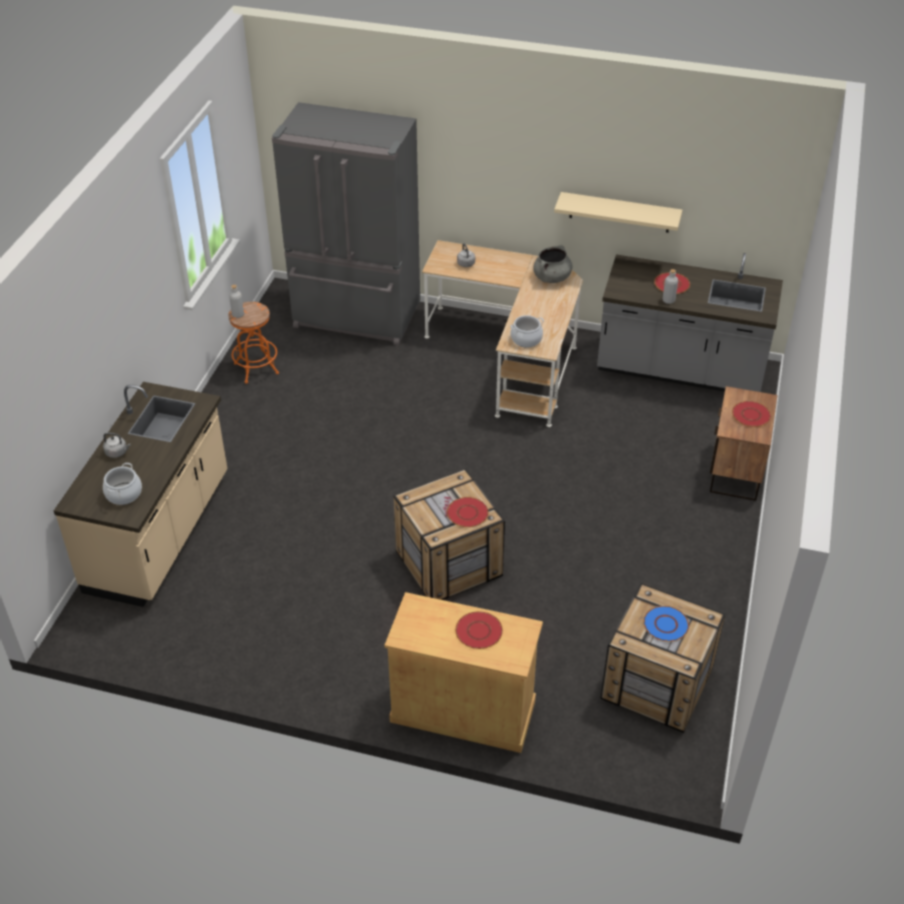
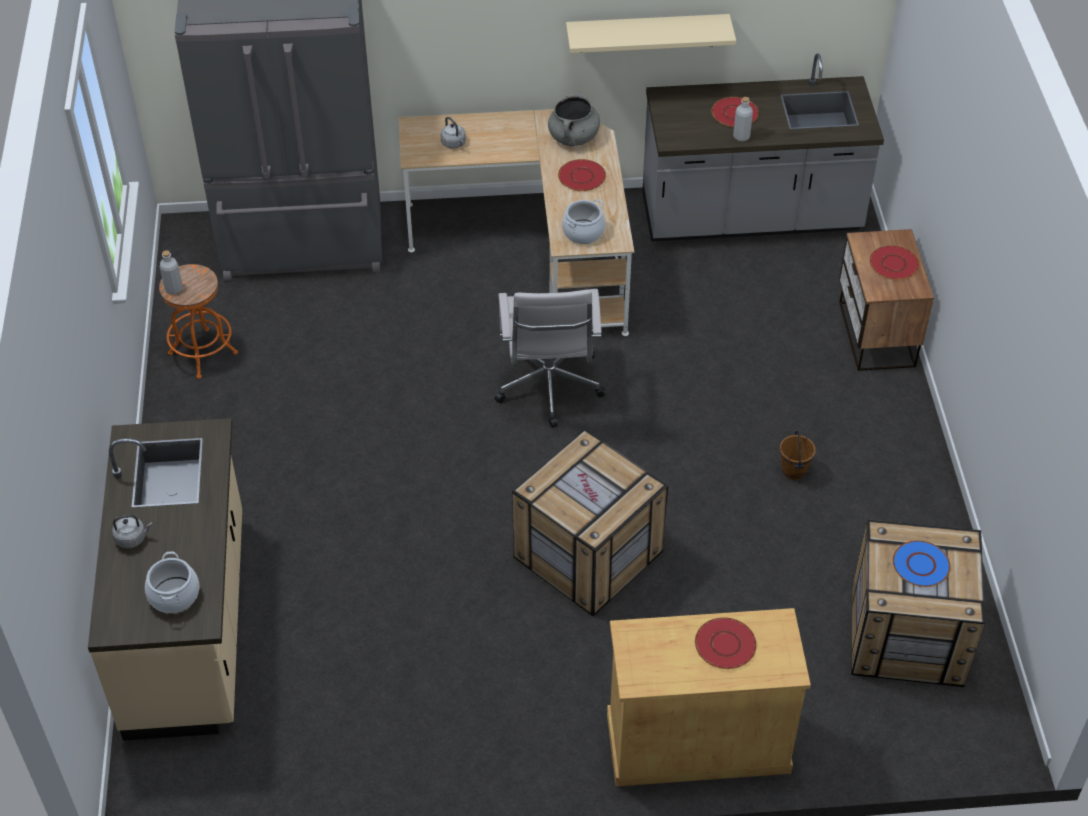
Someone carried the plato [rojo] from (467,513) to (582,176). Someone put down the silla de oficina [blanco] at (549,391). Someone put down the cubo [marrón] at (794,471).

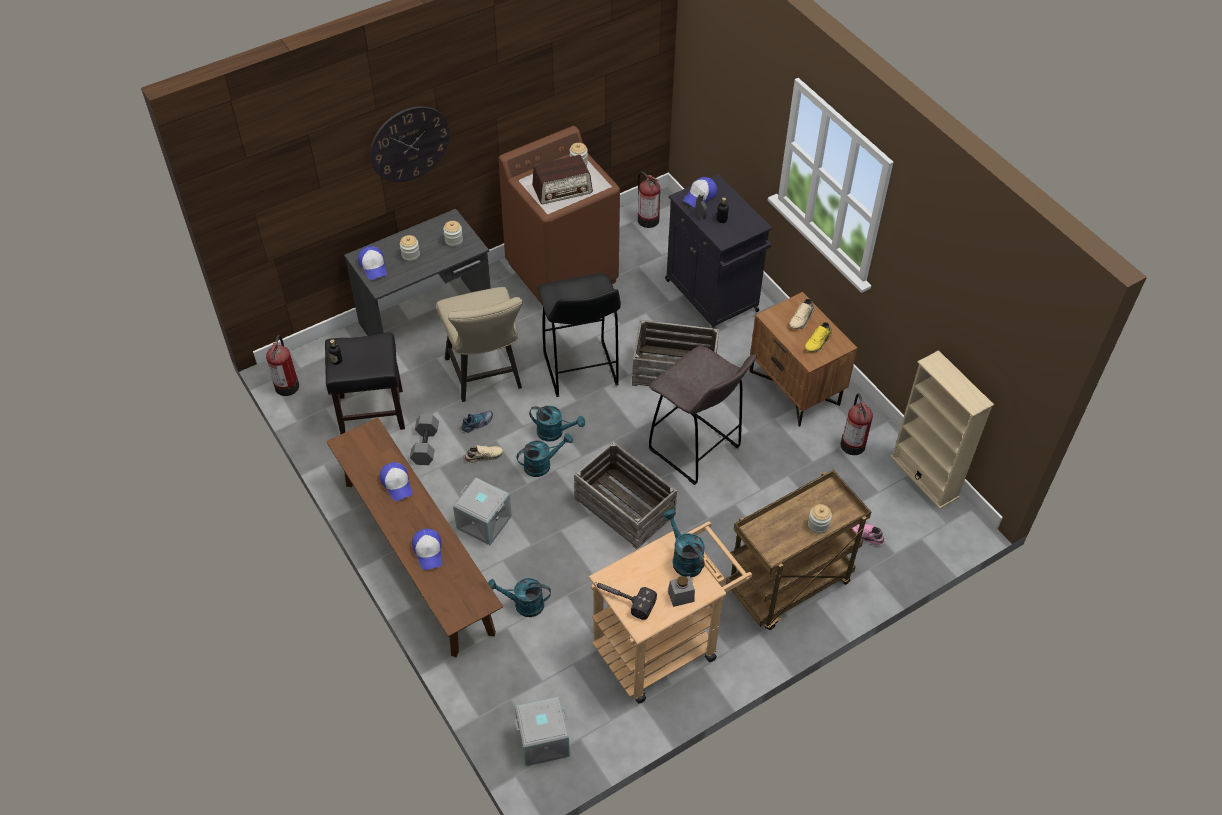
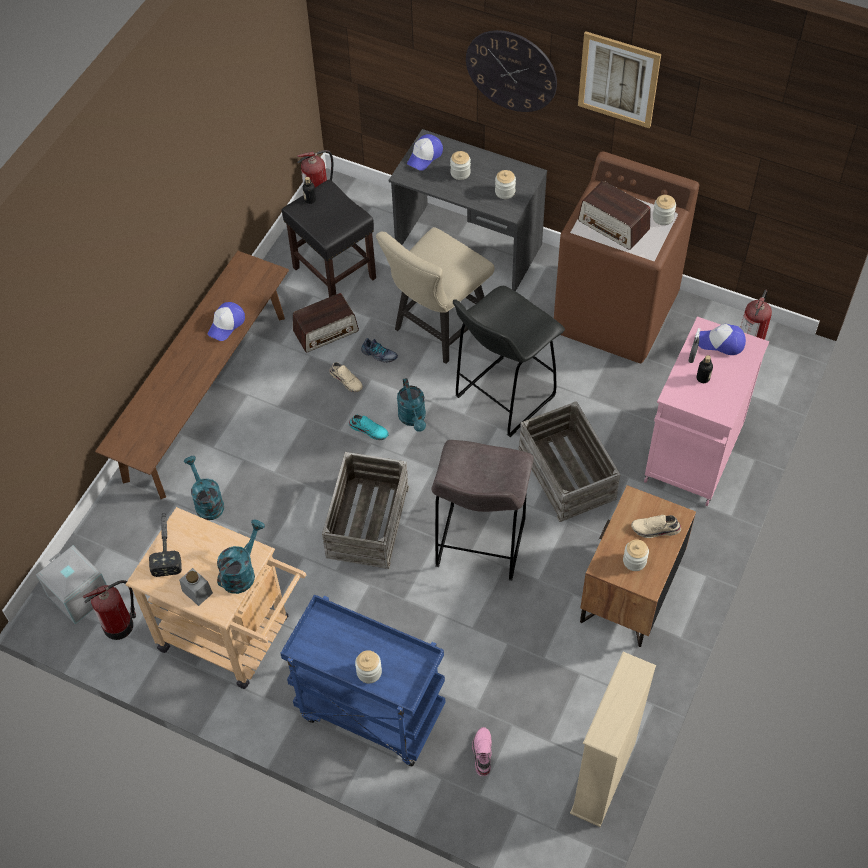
Someone repainted the armario [negro] at (713,297), which became the armario [rosa] at (692,455). Someone swapped the zapato [amarillo] at (818,342) for the tarro at (634,561). Someone carried the extintor from (852,443) to (120,624). Someone swapped the mancuerna [gris] at (424,445) for the radio at (326,331). Someone swapped the regadera [turquesa] at (542,464) for the zapato [turquesa] at (369,430). Someone repainted the carrito [marrón] at (788,587), which became the carrito [azul] at (369,713). Someone took away the caja de almacenaje [gris] at (483,523). Someone took away the gorra at (428,551). Someone put up the cuadro at (618,79).

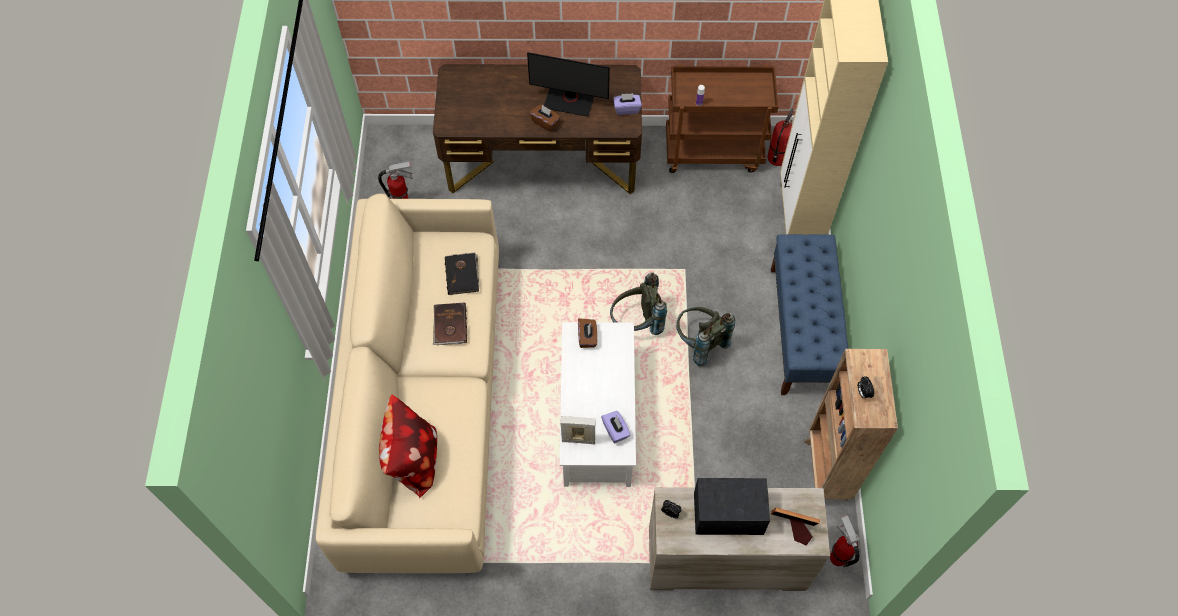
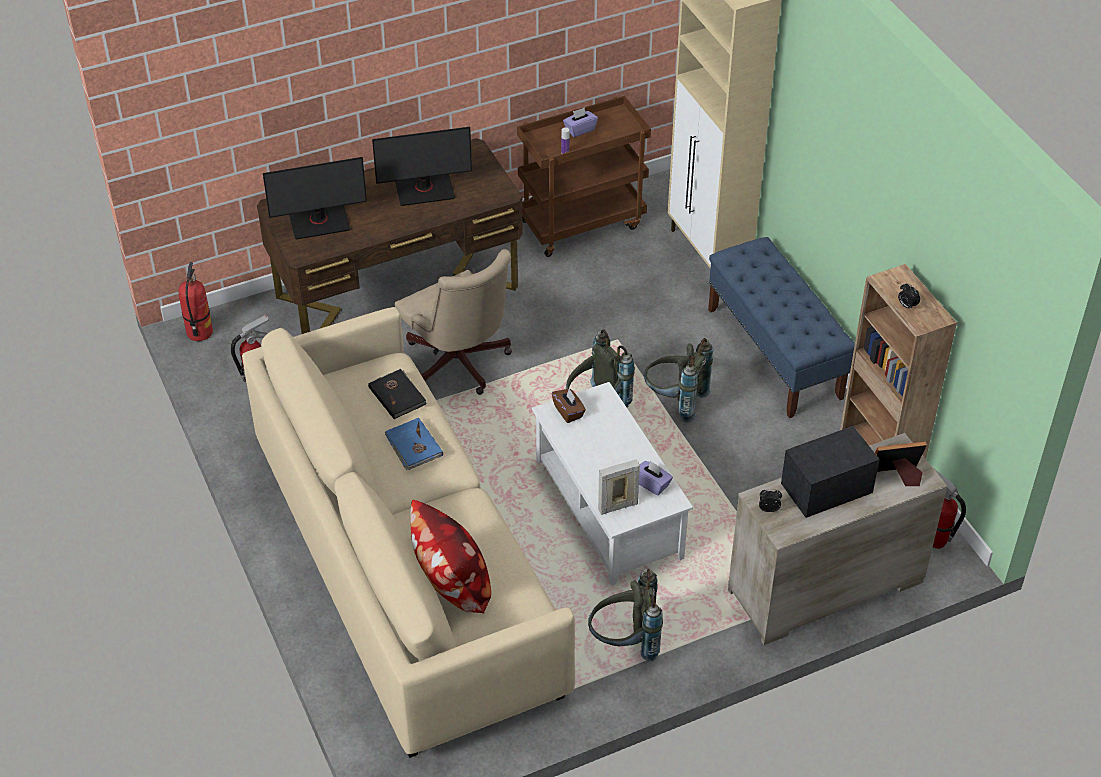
Someone carried the caja de pañuelos [morado] from (627,109) to (580,130). Someone took away the caja de pañuelos [marrón] at (545,122). Someone carried the extintor from (777,158) to (199,332). Someone repainted the libro [marrón] at (449,325), which became the libro [azul] at (413,446). Someone put down the monitor at (319,222). Someone put down the silla de oficina [beis] at (459,366). Someone put down the mochila [gris] at (625,642).

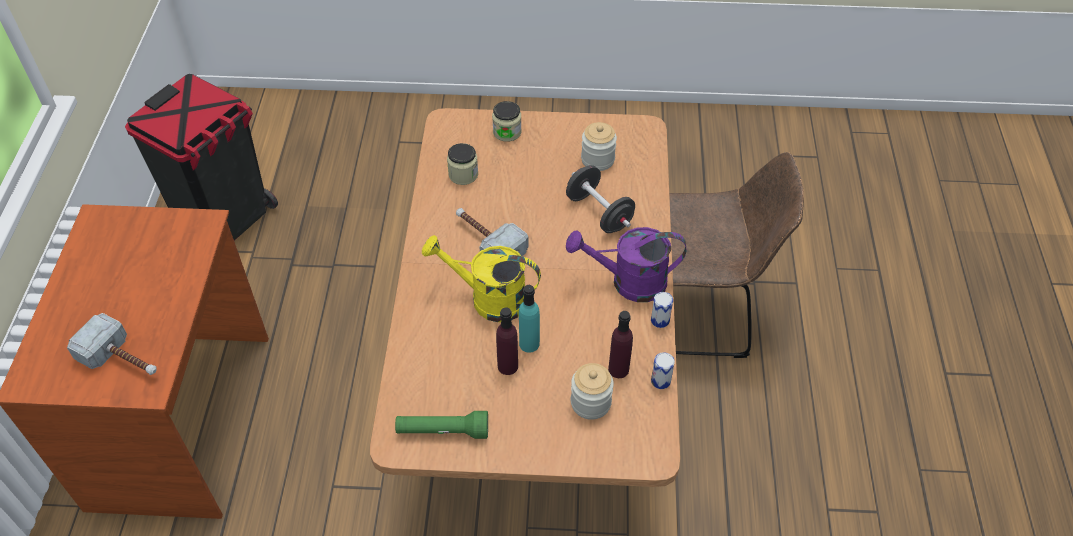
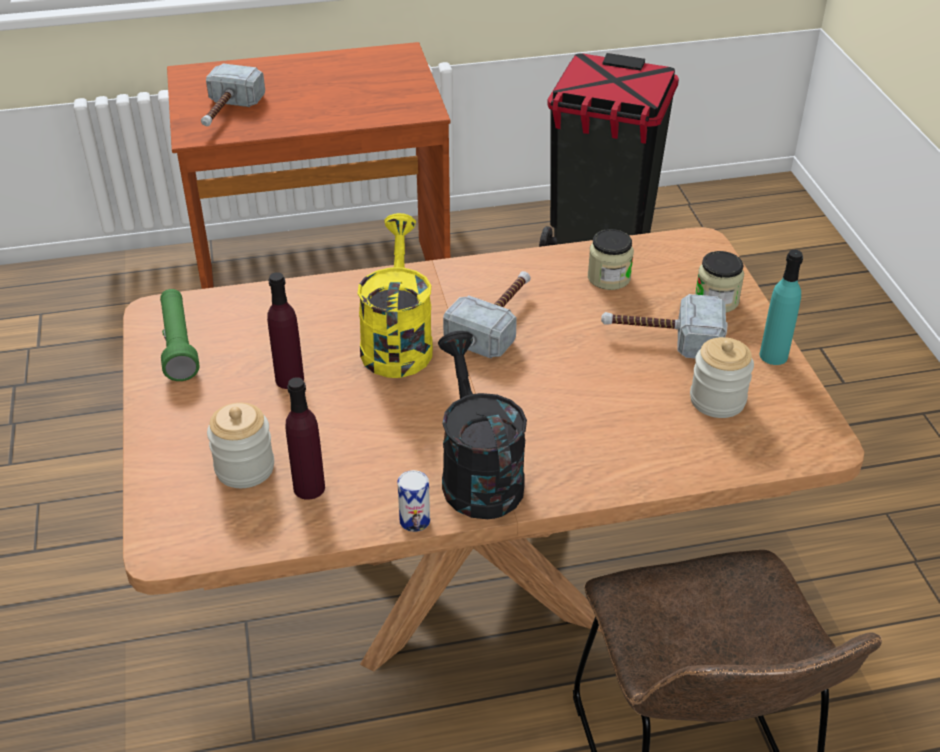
Someone took away the mancuerna [negro] at (599,213). Someone repainted the regadera [morado] at (628,282), which became the regadera [negro] at (477,474). Someone carried the botella [turquesa] from (529,344) to (773,356). Someone took away the lata at (660,381). Someone put down the martillo at (661,338).

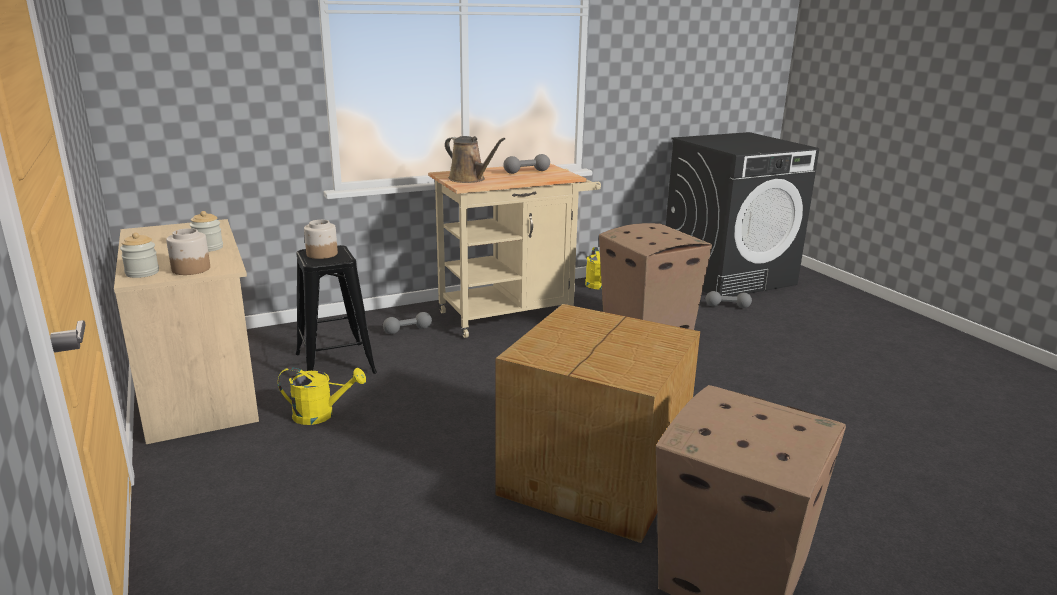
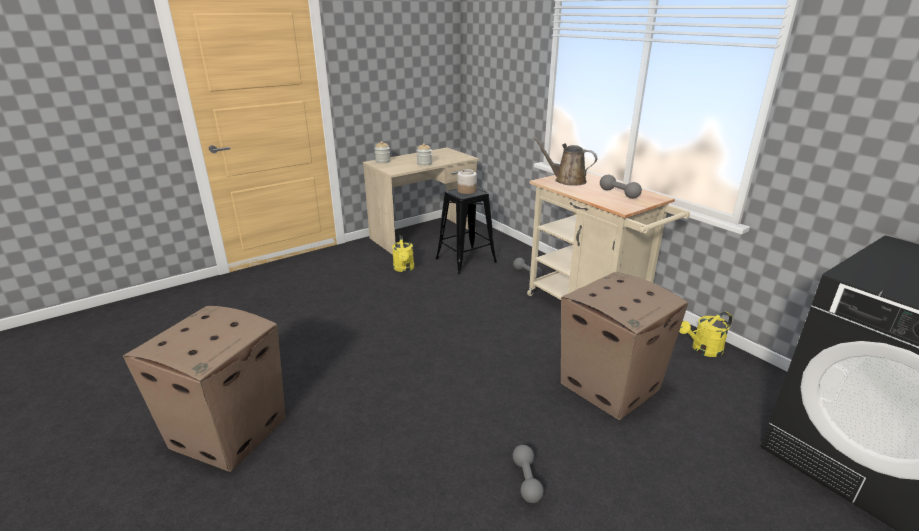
Someone rotated the regadera [marrón] at (469,179) by 90 degrees clockwise. Someone took away the tarro at (190,269). Someone carried the mancuerna [gris] from (727,306) to (526,480). Someone took away the caja de cartón at (597,475).

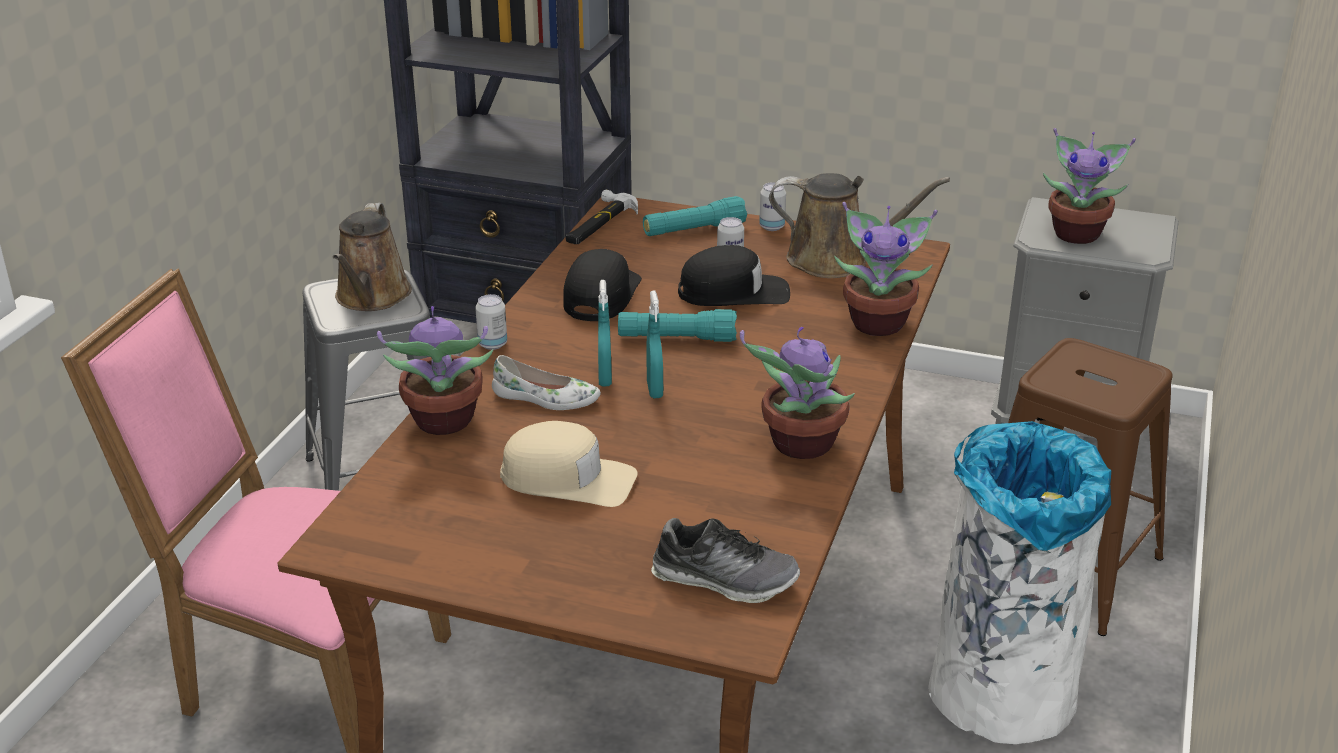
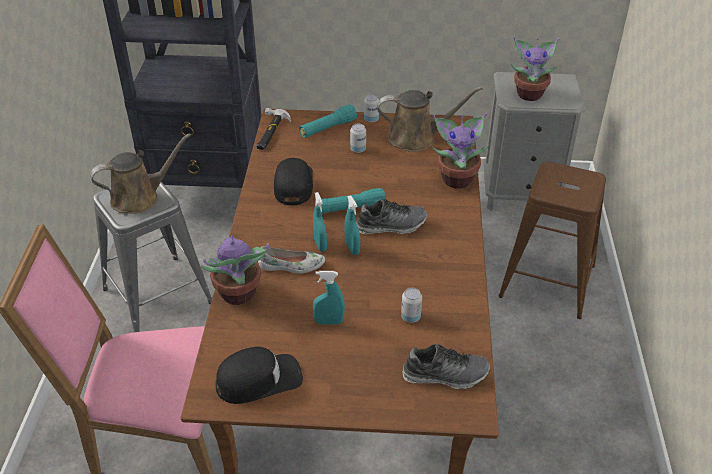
Someone rotated the regadera [marrón] at (371,297) by 105 degrees counterclockwise. Someone carried the gorra [negro] from (734,292) to (259,380). Someone carried the lata from (492,344) to (410,317). Someone took away the planta en maceta at (800,445). Someone swapped the gorra [beis] at (568,479) for the pulverizador [turquesa] at (329,322). Someone took away the papelera [blanco] at (1000,695). Someone put down the zapato at (391,225).

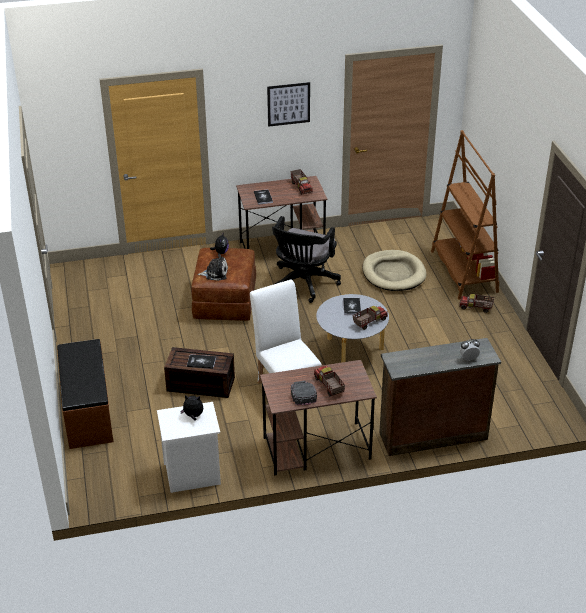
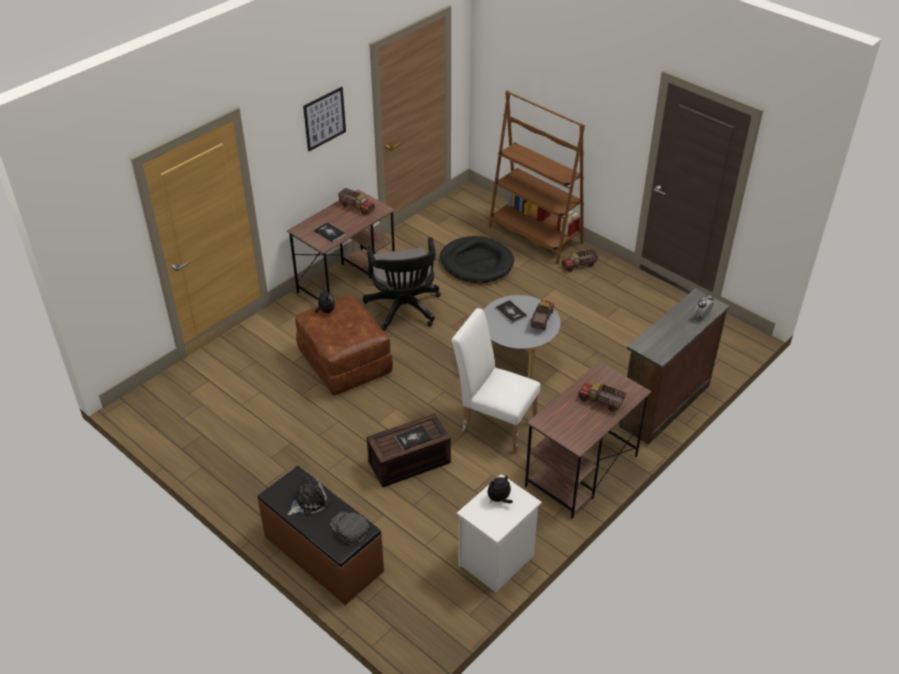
Someone repainted the cama para perro [beis] at (393,273), which became the cama para perro [negro] at (476,263). Someone carried the peluche from (215,273) to (308,501). Someone carried the gorra [negro] from (302,394) to (349,528).

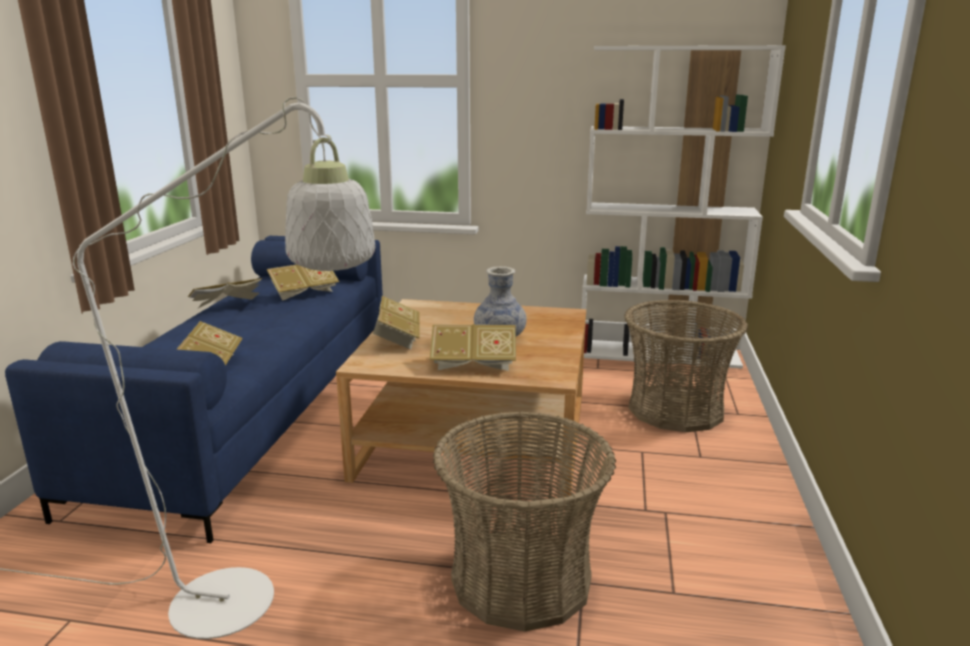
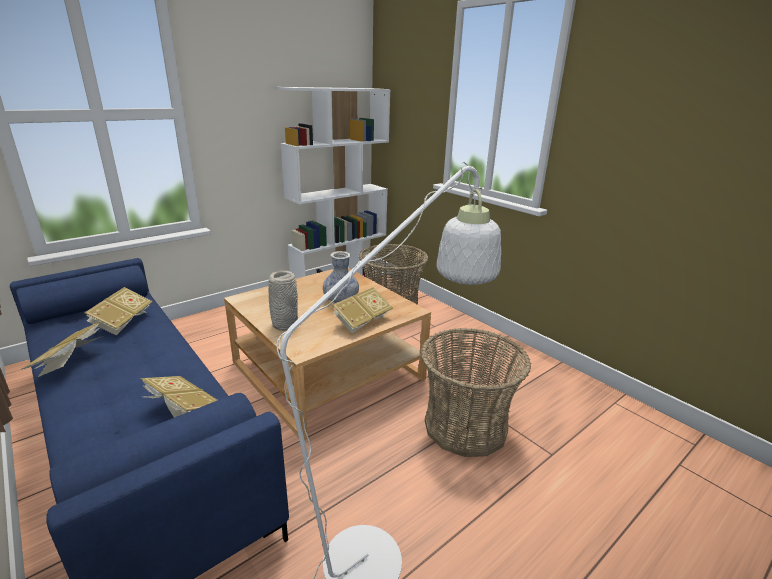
Someone swapped the libro at (398,338) for the florero [gris] at (284,325).

